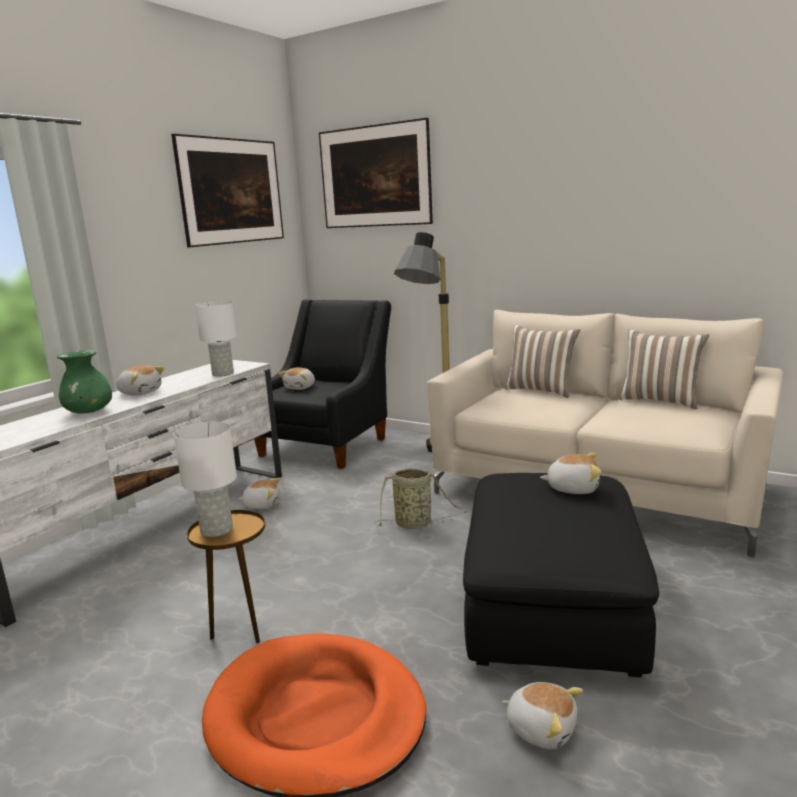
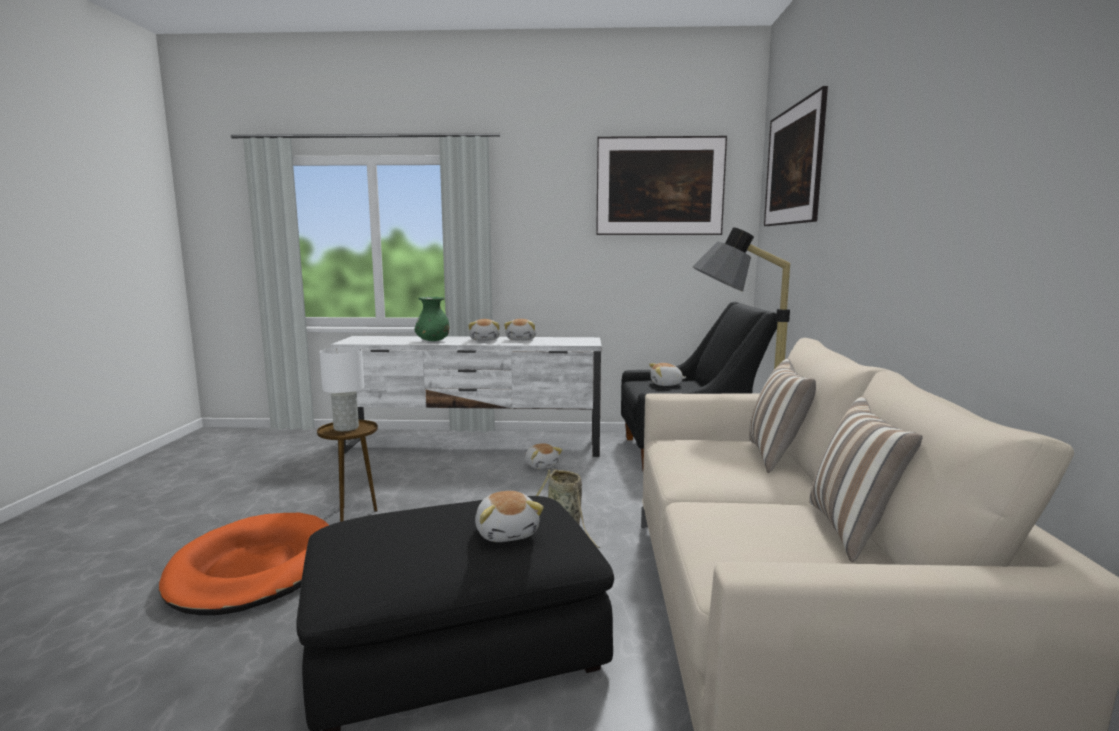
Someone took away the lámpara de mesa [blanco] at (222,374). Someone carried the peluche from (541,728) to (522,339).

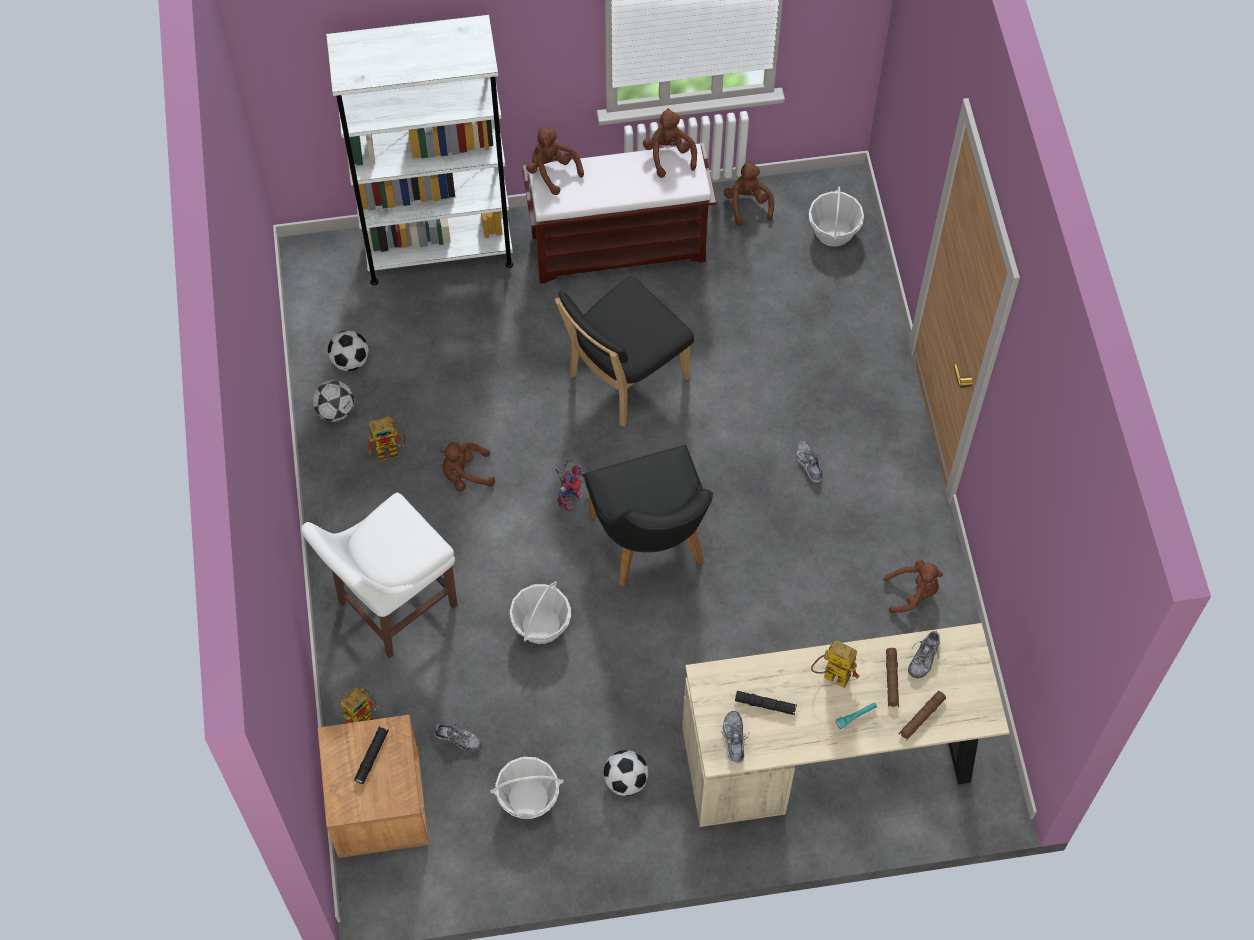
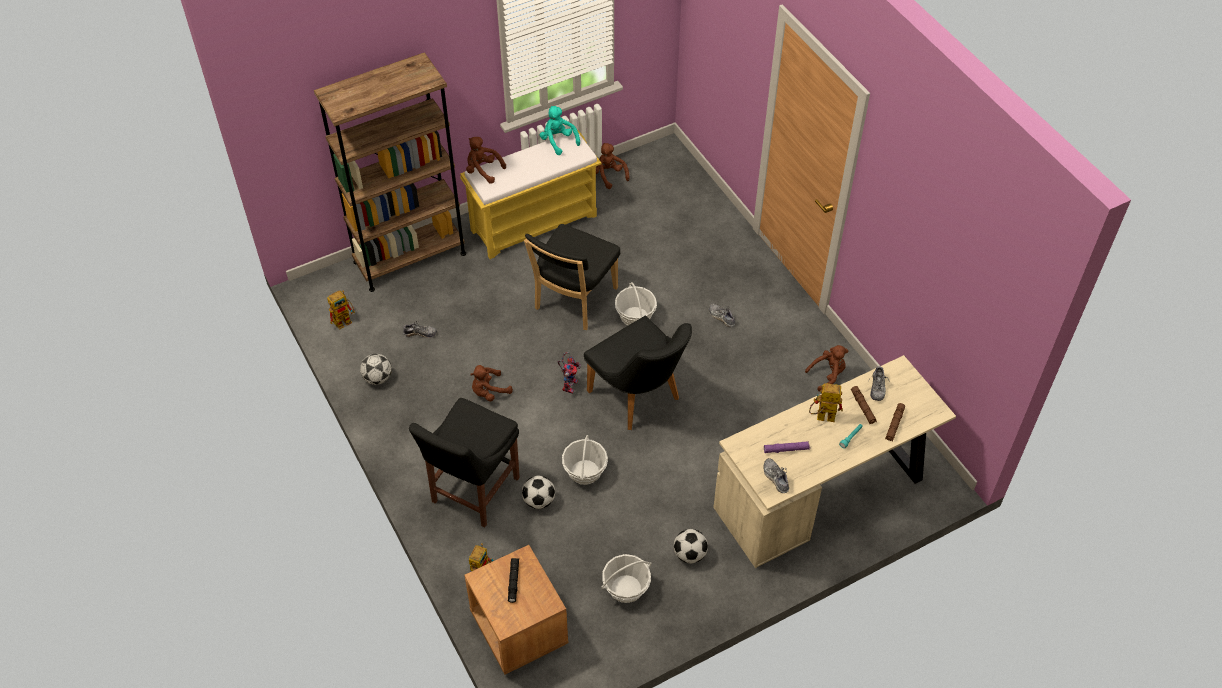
Someone repainted the estantería [blanco] at (438,250), which became the estantería [marrón] at (410,258). Someone repainted the peluche [marrón] at (669,155), which became the peluche [turquesa] at (558,141). Someone repainted the banco [marrón] at (620,246), which became the banco [amarillo] at (535,222). Someone carried the cesta from (833,231) to (635,317). Someone carried the balón de fútbol from (350,361) to (539,501). Someone carried the robot de juguete from (391,449) to (345,320). Someone repainted the silla [blanco] at (392,607), which became the silla [negro] at (472,493). Someone repainted the linterna [negro] at (765,705), which became the linterna [morado] at (786,449). Someone carried the zapato from (458,739) to (420,333).

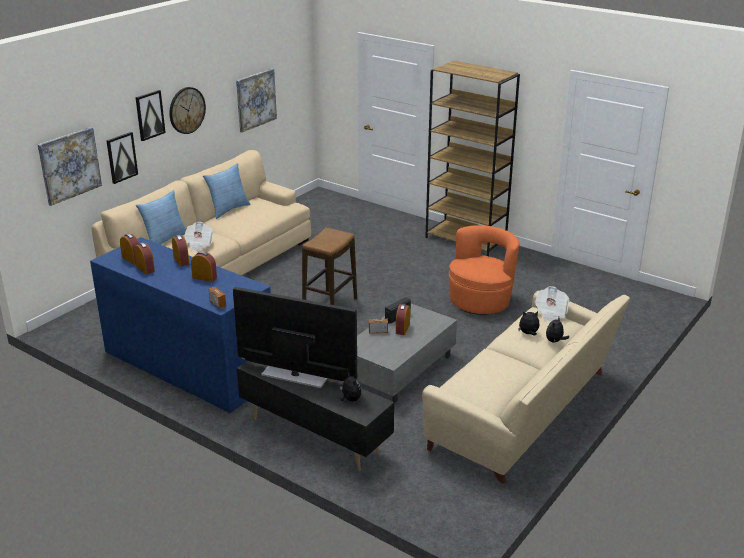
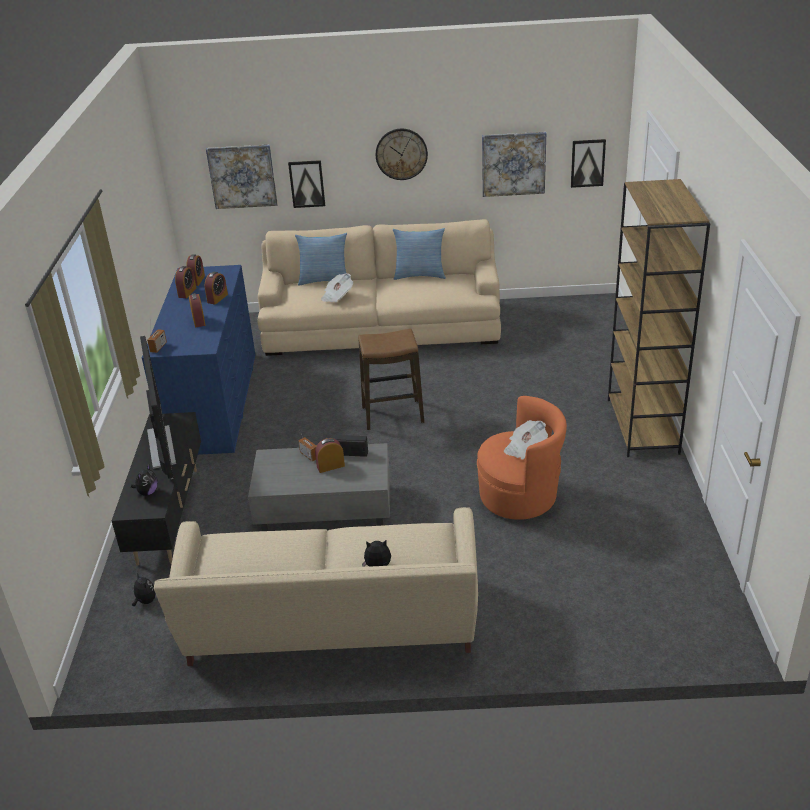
Someone carried the cuadro from (149,115) to (587,163). Someone carried the periódico from (550,313) to (525,449). Someone carried the peluche from (528,334) to (145,601).

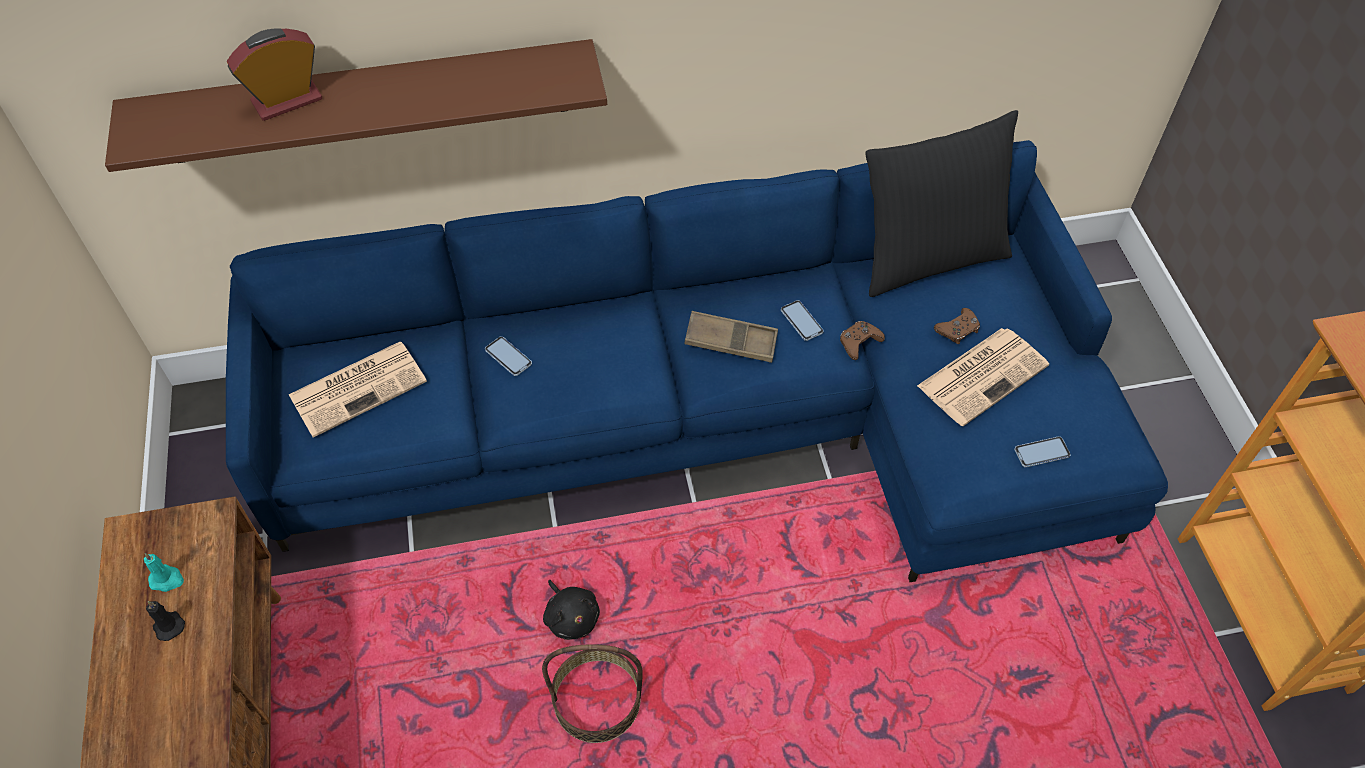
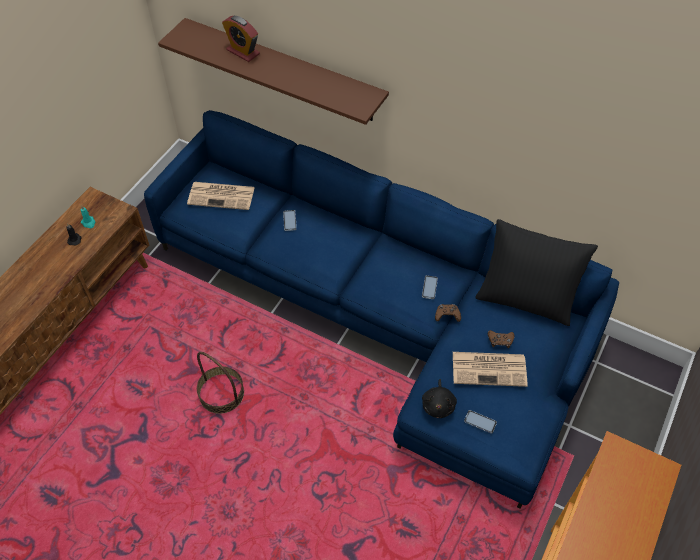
Someone rotated the despertador at (287,101) by 150 degrees counterclockwise. Someone took away the bandeja [marrón] at (731,341). Someone carried the peluche [negro] from (571,617) to (438,405).

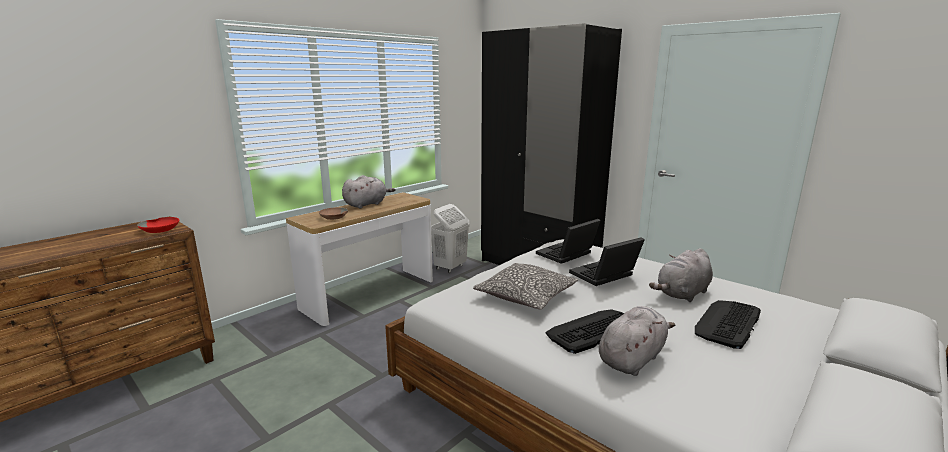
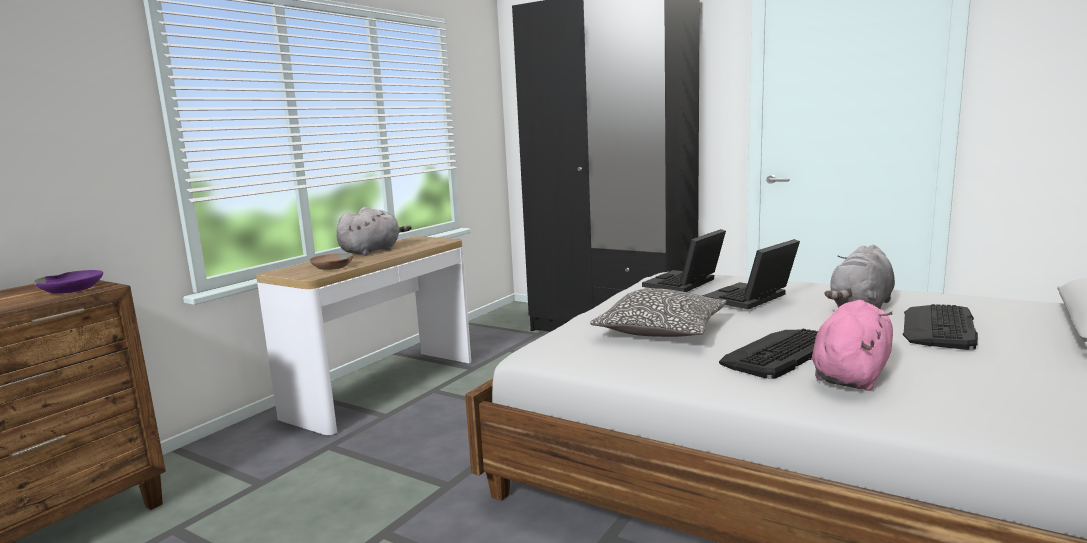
Someone took away the cesto de la ropa [blanco] at (450,267). Someone repainted the cuenco [rojo] at (161,229), which became the cuenco [morado] at (73,289). Someone repainted the peluche [gris] at (632,358), which became the peluche [rosa] at (851,375).

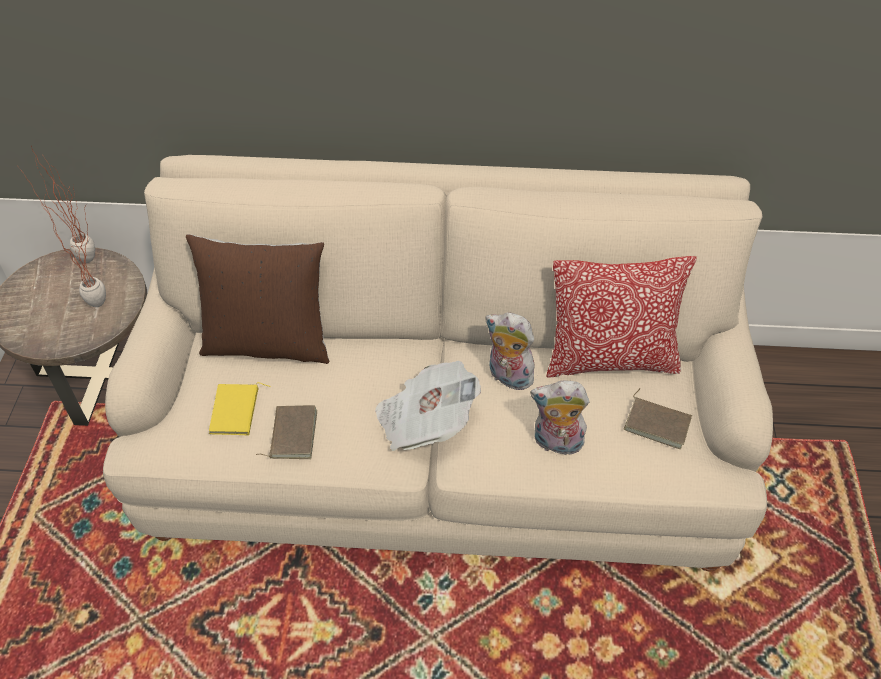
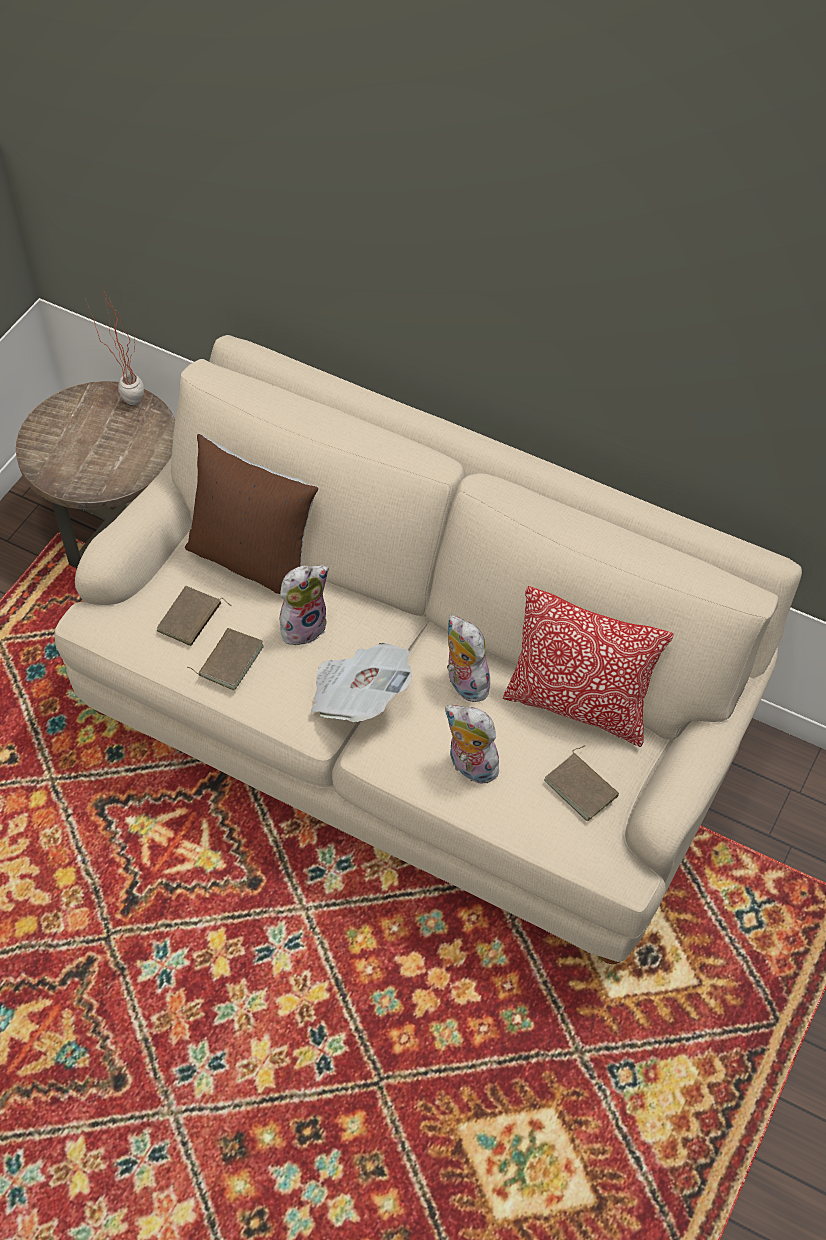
Someone took away the planta en maceta at (103,298). Someone repainted the libro [amarillo] at (236,412), which became the libro [marrón] at (191,619). Someone put down the peluche at (303,625).

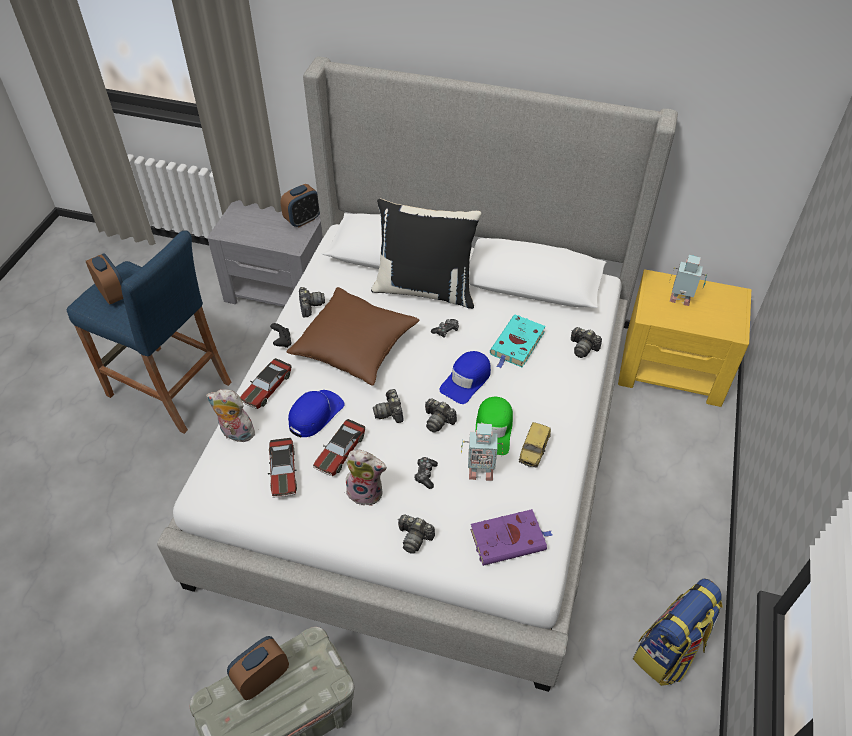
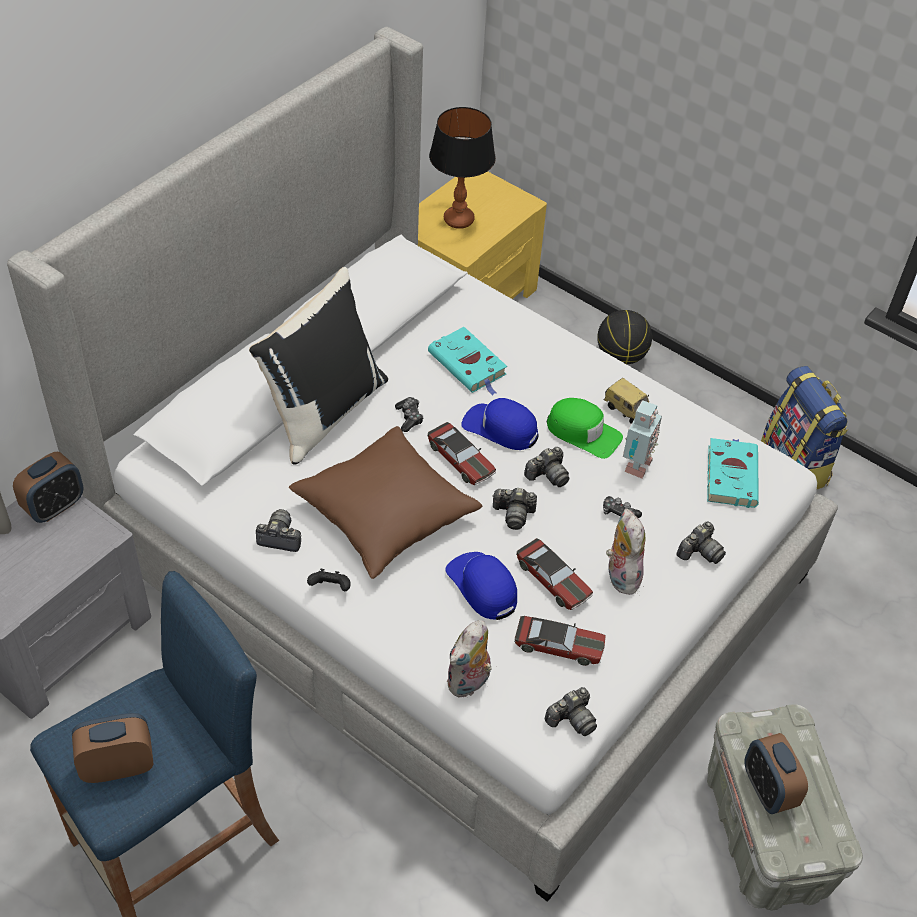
Someone rotated the despertador at (303,220) by 60 degrees clockwise. Someone swapped the robot de juguete at (680,301) for the lámpara de mesa at (458,220). Someone carried the cámara from (583,348) to (571,719). Someone rotated the gorra [azul] at (466,380) by 150 degrees clockwise. Someone carried the coche de juguete from (267,388) to (461,460). Someone rotated the peluche at (366,492) by 45 degrees counterclockwise. Someone repainted the libro [morado] at (509,539), which became the libro [turquesa] at (731,474). Someone put down the balón de baloncesto at (621,356).

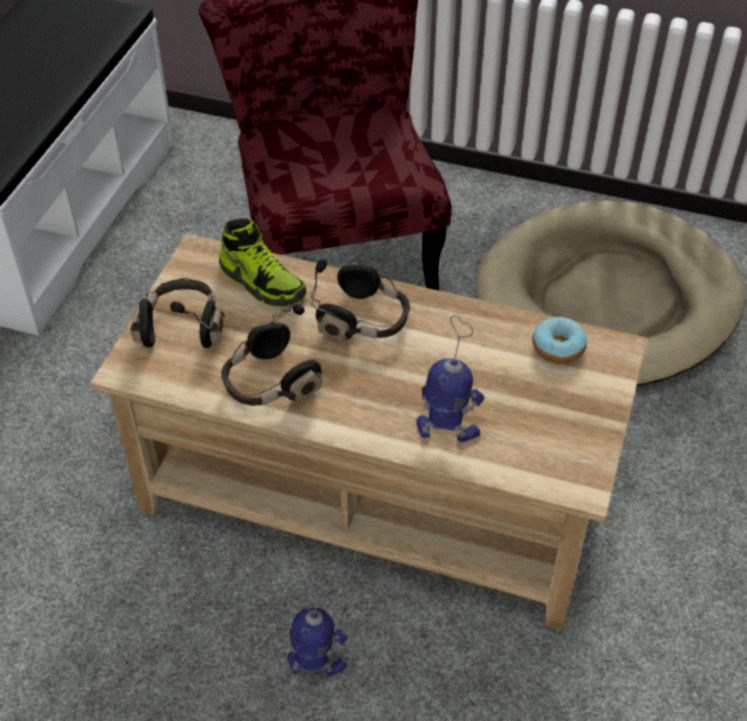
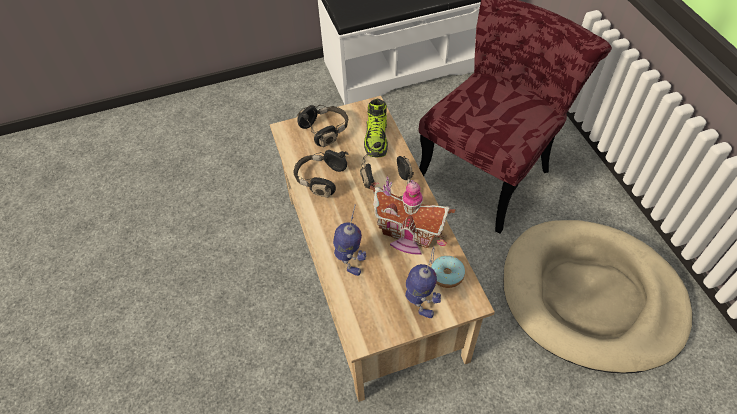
Someone carried the robot de juguete from (317,664) to (420,303). Someone put down the casita at (408,237).

